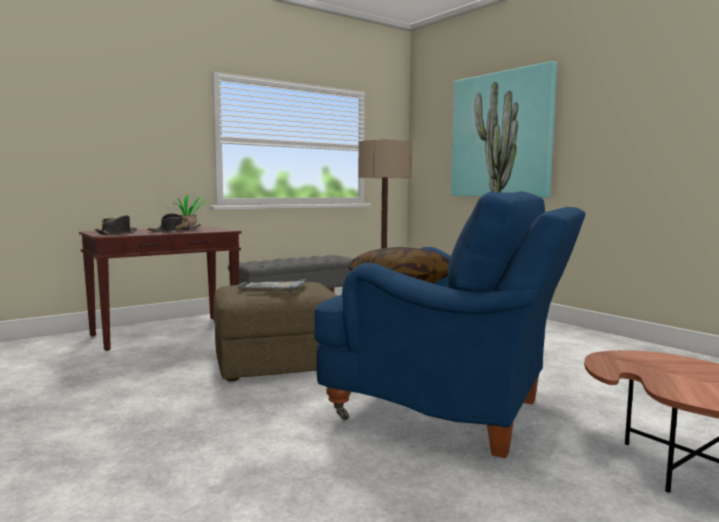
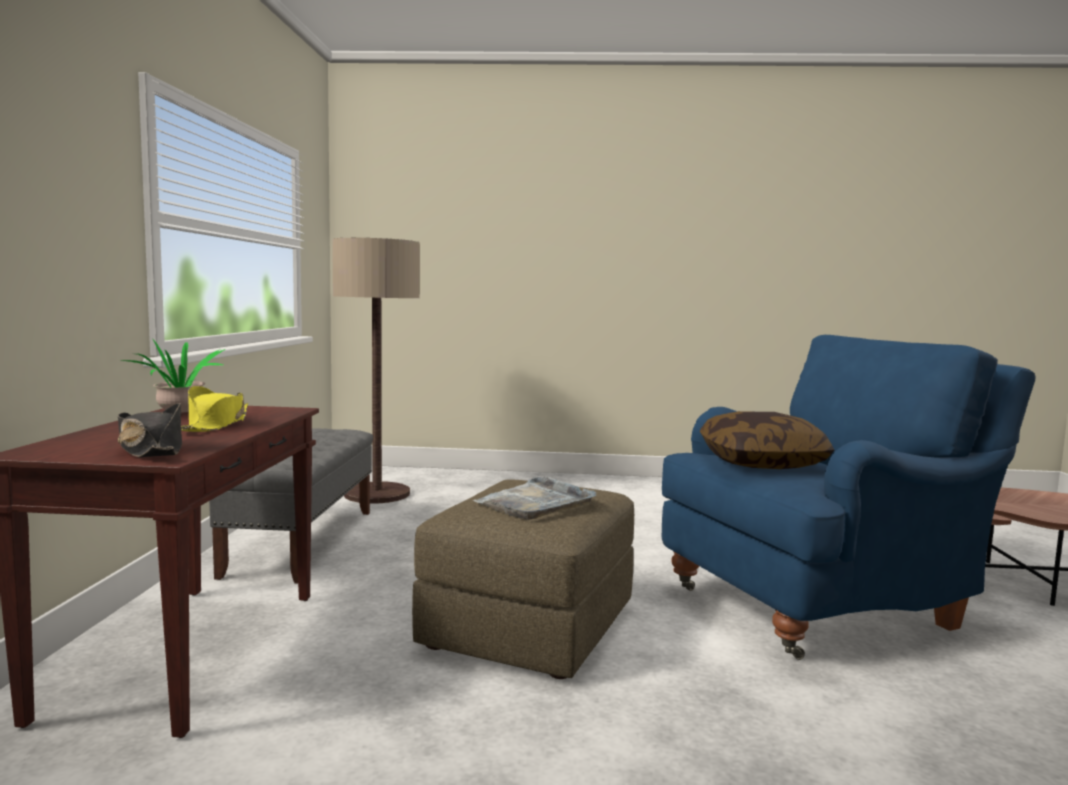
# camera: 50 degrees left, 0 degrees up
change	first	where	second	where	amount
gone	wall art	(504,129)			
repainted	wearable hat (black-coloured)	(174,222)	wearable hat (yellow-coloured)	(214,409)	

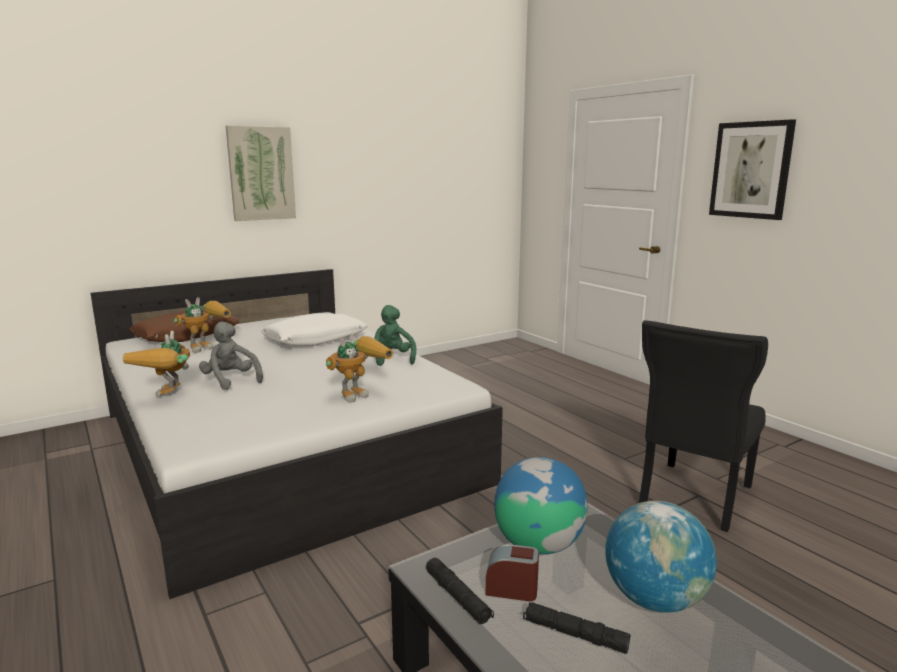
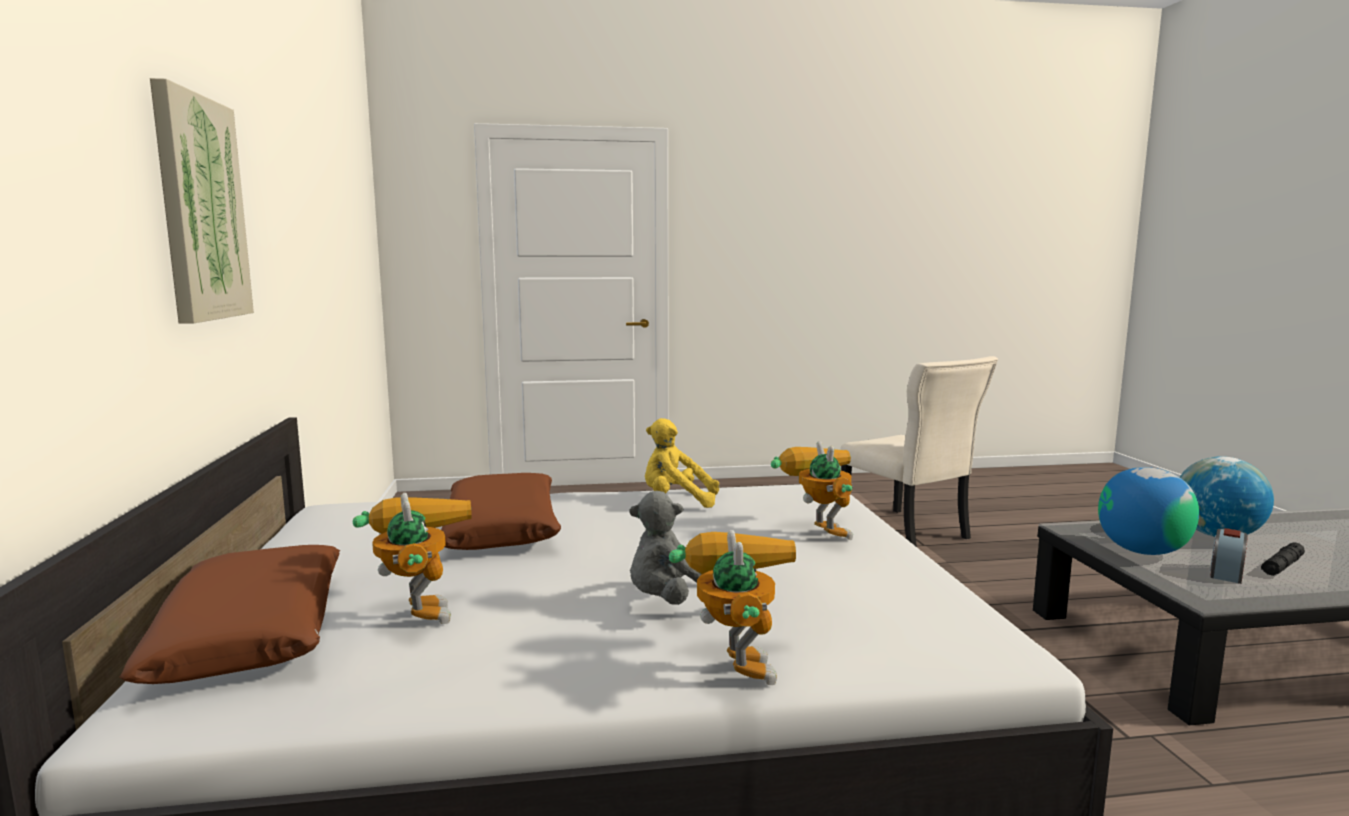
# camera: 65 degrees left, 5 degrees down
change	first	where	second	where	amount
gone	wall art	(752,169)			
repainted	cuddly toy (green)	(395,335)	cuddly toy (yellow-coloured)	(682,463)	
repainted	throw pillow (white)	(314,330)	throw pillow (brown-coloured)	(501,511)	
repainted	plain chair (black-coloured)	(703,426)	plain chair (beige)	(919,451)	
rotated	robot figure	(156,363)		(732,607)	120 degrees counterclockwise
gone	hand torch (black-coloured)	(460,591)			

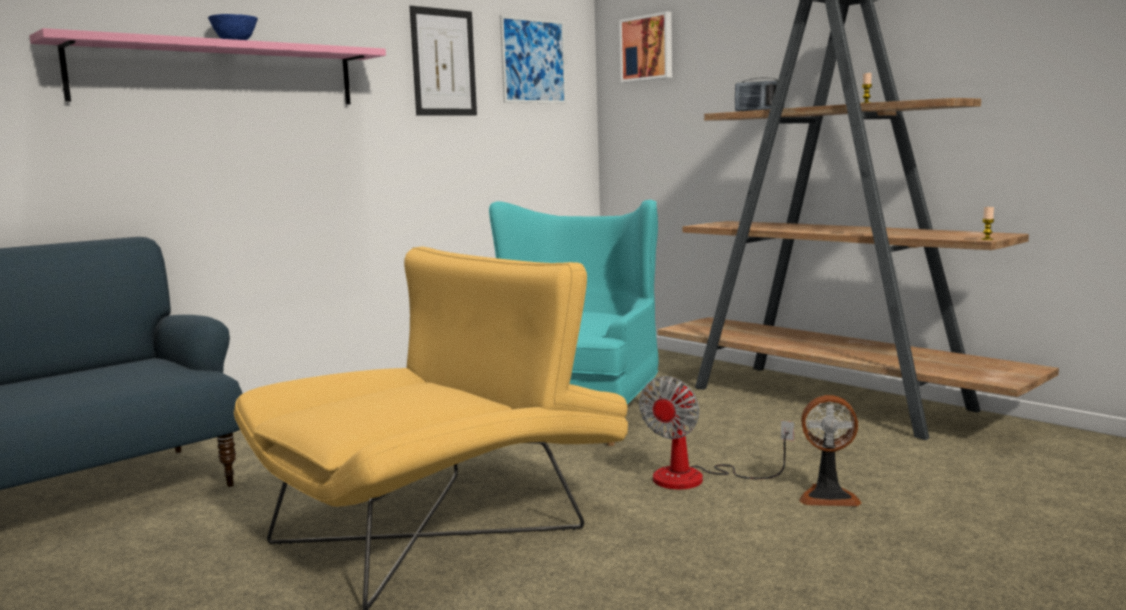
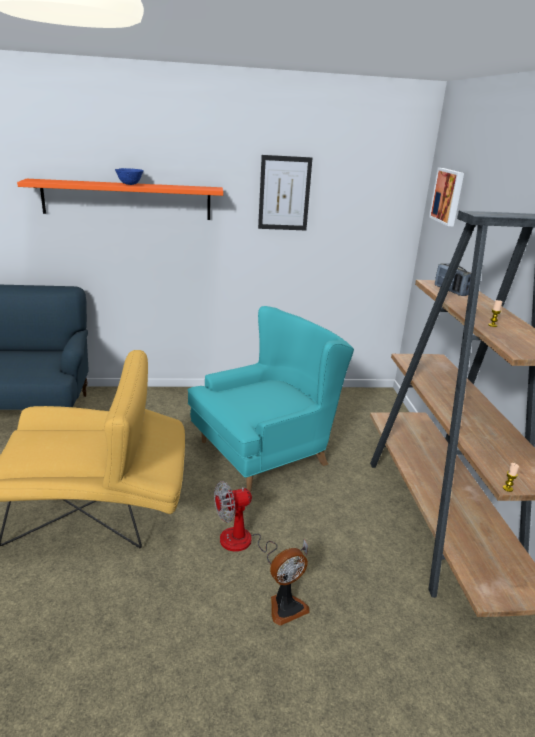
# camera: 35 degrees right, 15 degrees up
change	first	where	second	where	amount
gone	wall art	(533,59)			
repainted	wall shelf (pink-coloured)	(207,66)	wall shelf (orangey)	(120,199)	
rotated	cooling fan	(830,450)		(290,587)	75 degrees counterclockwise

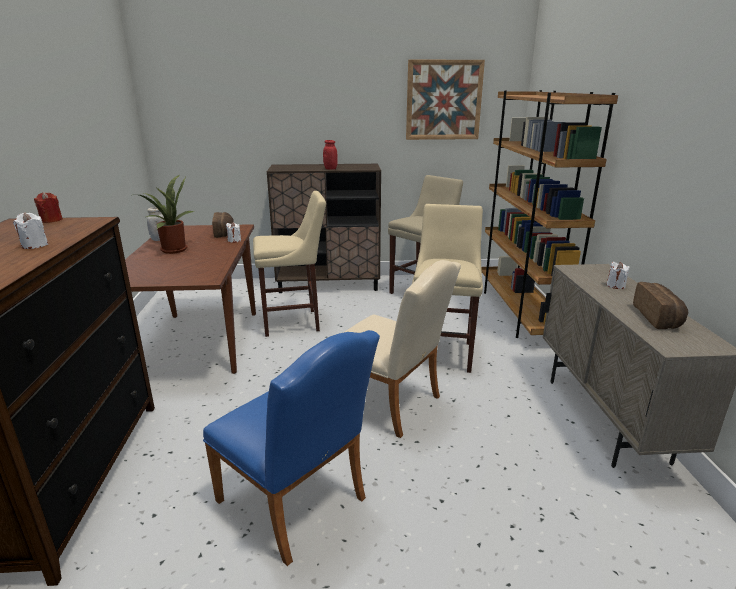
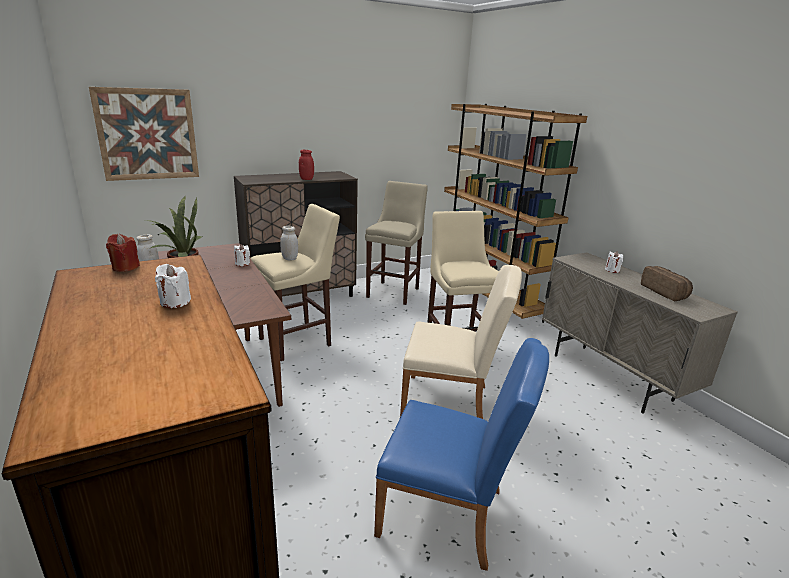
# camera: 25 degrees left, 0 degrees up
change	first	where	second	where	amount
shifted	wall art	(445,100)		(144,134)	
gone	bread	(223,225)			
new			jar (white)	(289,243)	

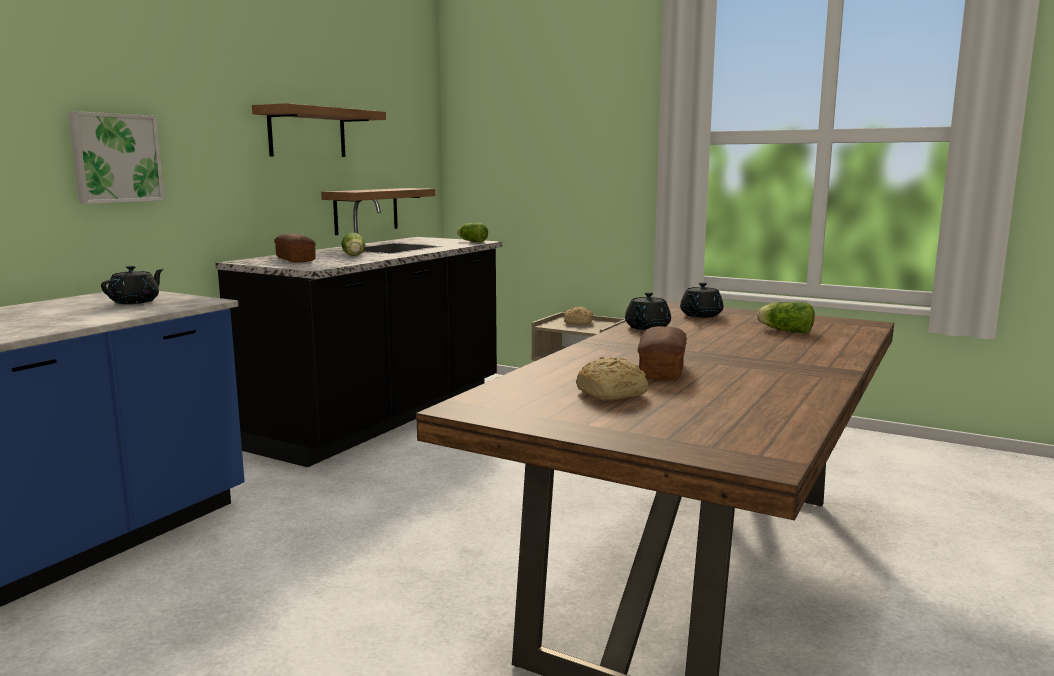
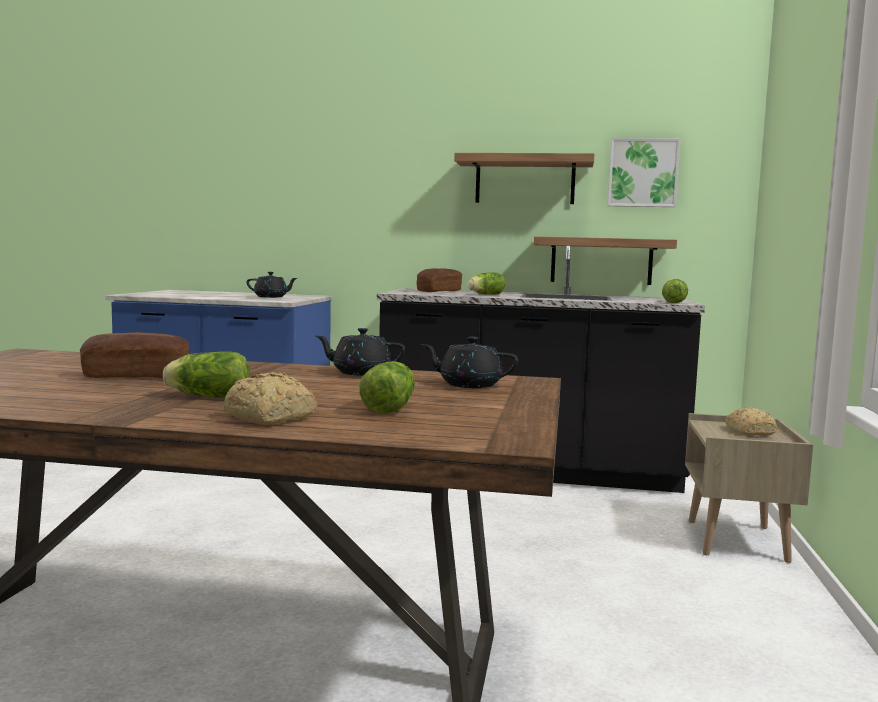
# camera: 70 degrees right, 5 degrees down
change	first	where	second	where	amount
shifted	wall art	(116,157)		(644,172)	
shifted	bread	(612,379)		(270,398)	
new			lettuce	(206,374)	

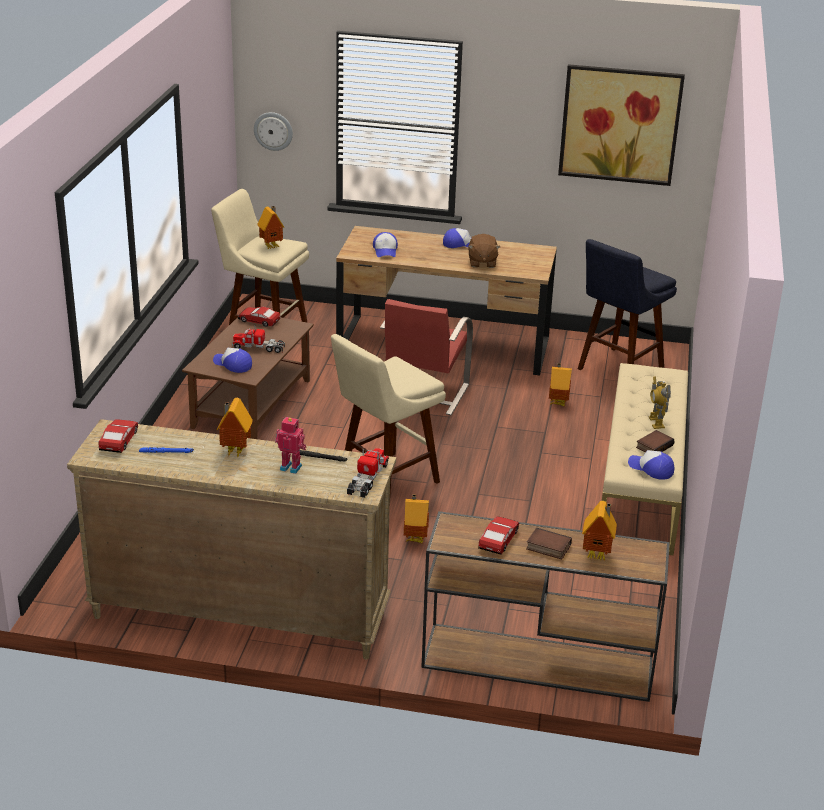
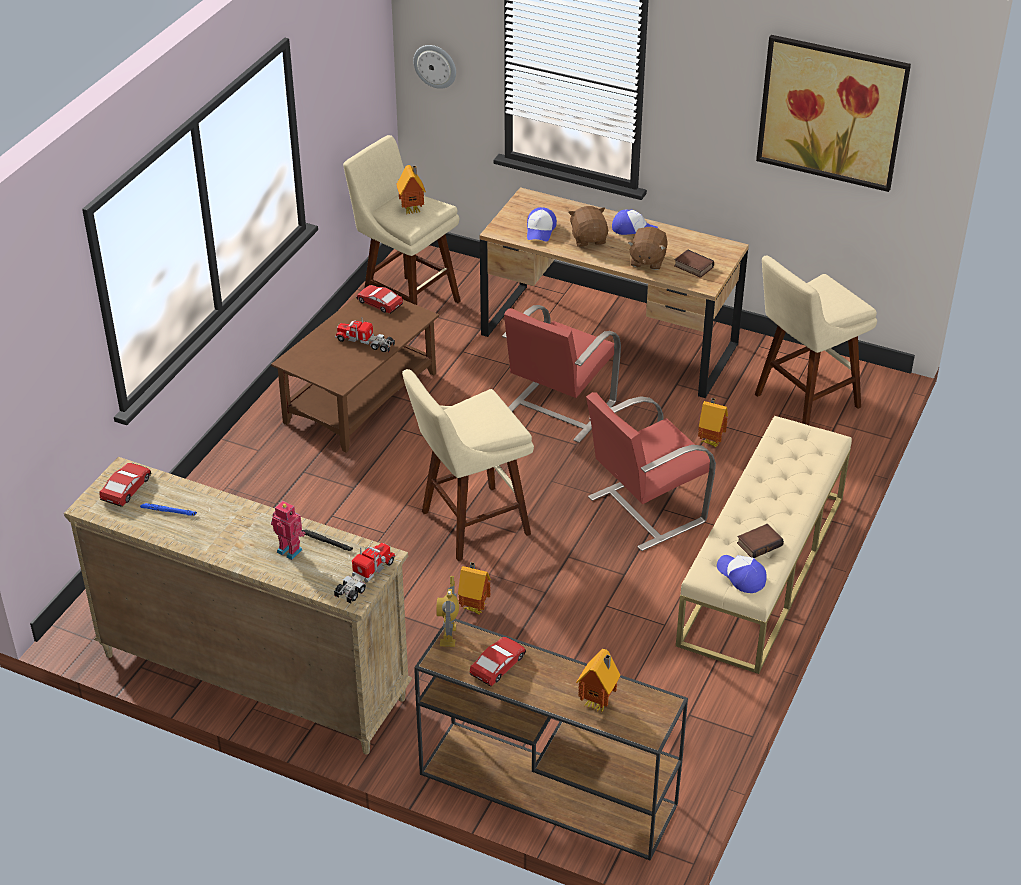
# camera: 15 degrees right, 10 degrees up
change	first	where	second	where	amount
repainted	sitting stool (blue-coloured)	(627,304)	sitting stool (beige)	(816,340)	
gone	peaked cap	(232,360)			
shifted	robot figure	(660,402)		(447,611)	
gone	miniature house	(235,427)			
shifted	volume	(549,543)		(694,263)	
new			cuddly toy (brown-coloured)	(588,226)	
new			plain chair (red-coloured)	(651,471)	

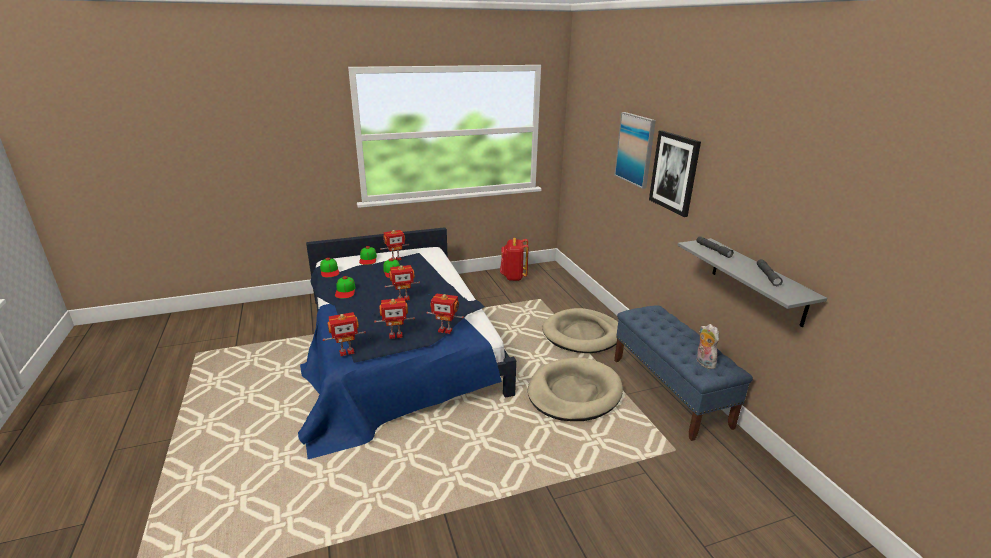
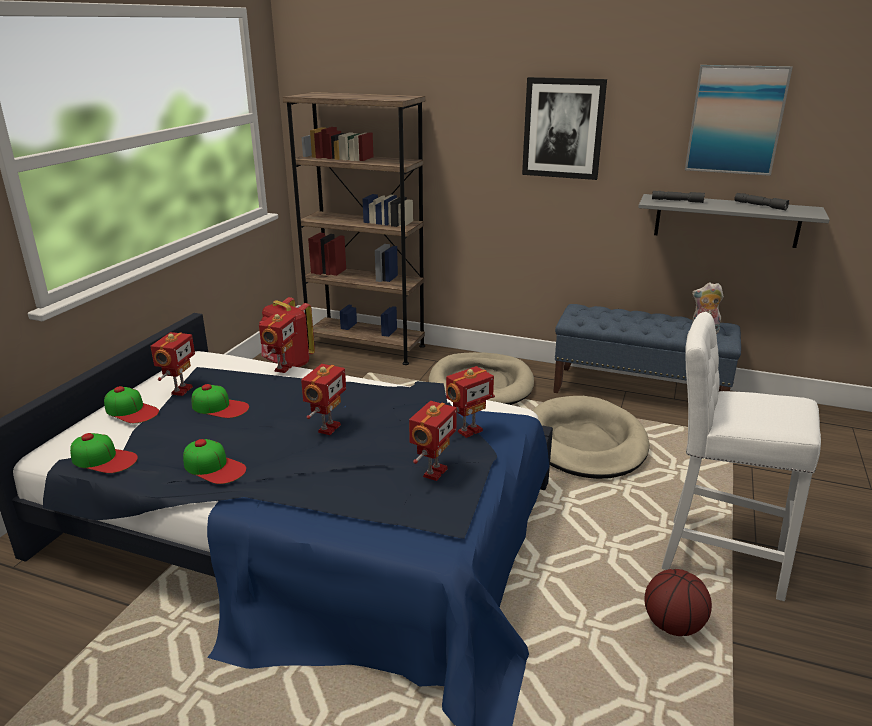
# camera: 50 degrees left, 0 degrees up
change	first	where	second	where	amount
shifted	wall art	(635,150)		(739,120)	
shifted	robot figure	(344,334)		(278,343)	
new			shelving unit (brown-coloured)	(354,228)	
new			sitting stool (white)	(741,456)	
new			basketball ball	(678,602)	

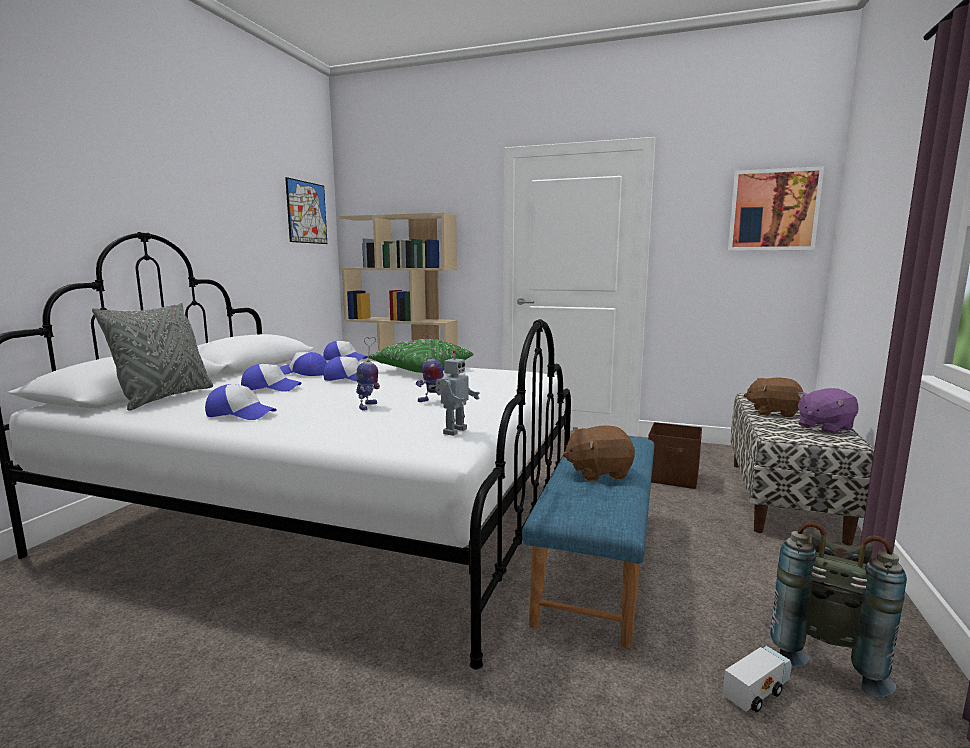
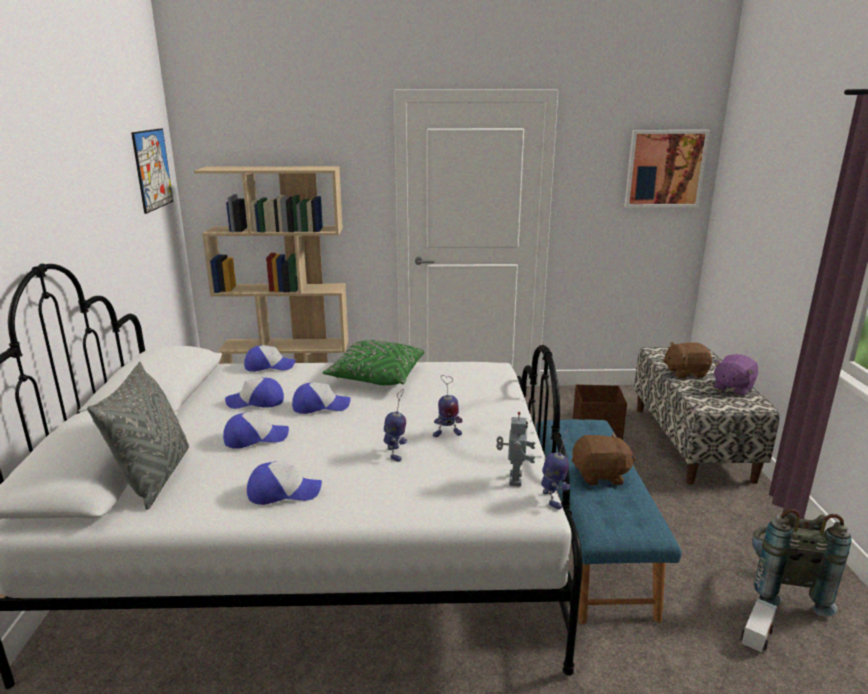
# camera: 20 degrees left, 10 degrees up
change	first	where	second	where	amount
rotated	cuddly toy (brown-coloured)	(599,453)		(604,459)	150 degrees counterclockwise
new			robot figure	(555,469)	

